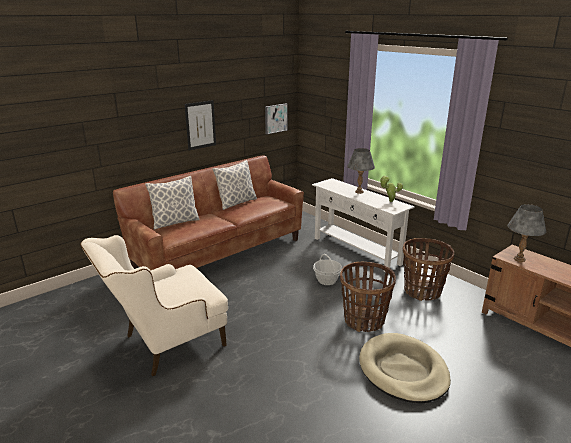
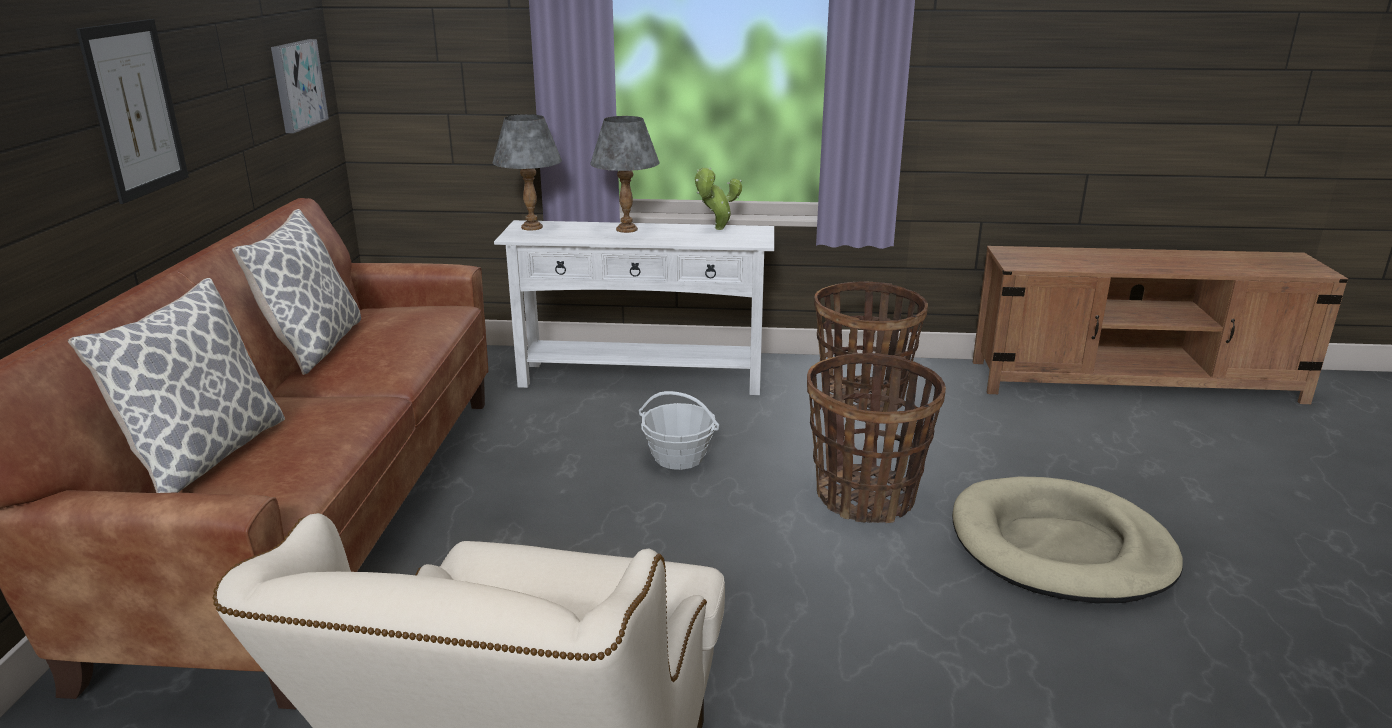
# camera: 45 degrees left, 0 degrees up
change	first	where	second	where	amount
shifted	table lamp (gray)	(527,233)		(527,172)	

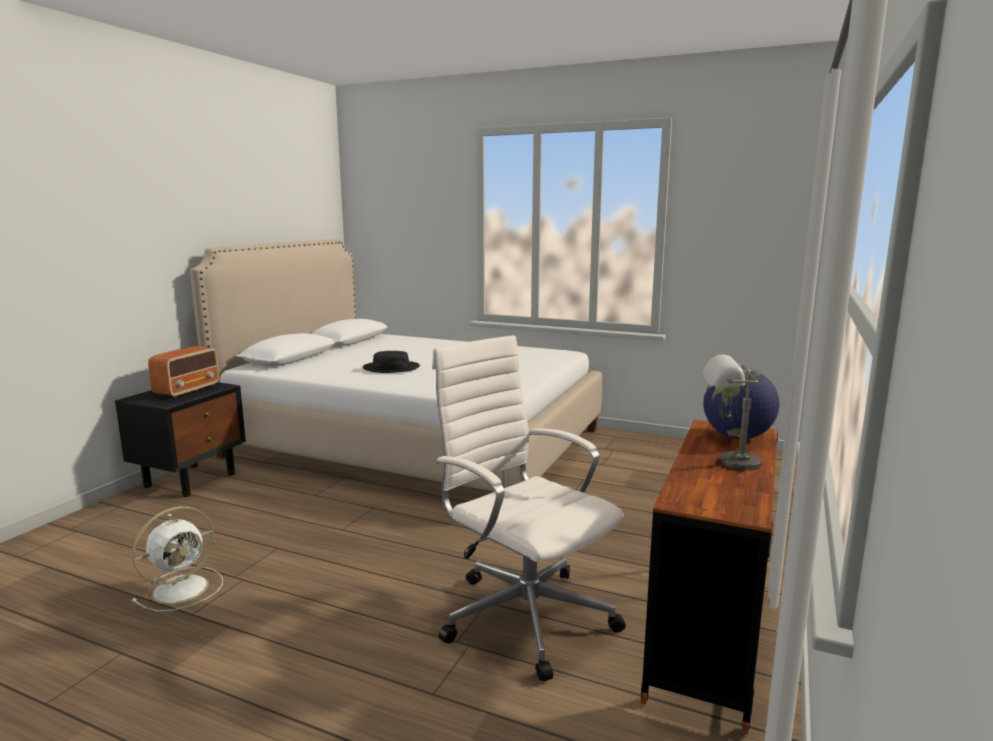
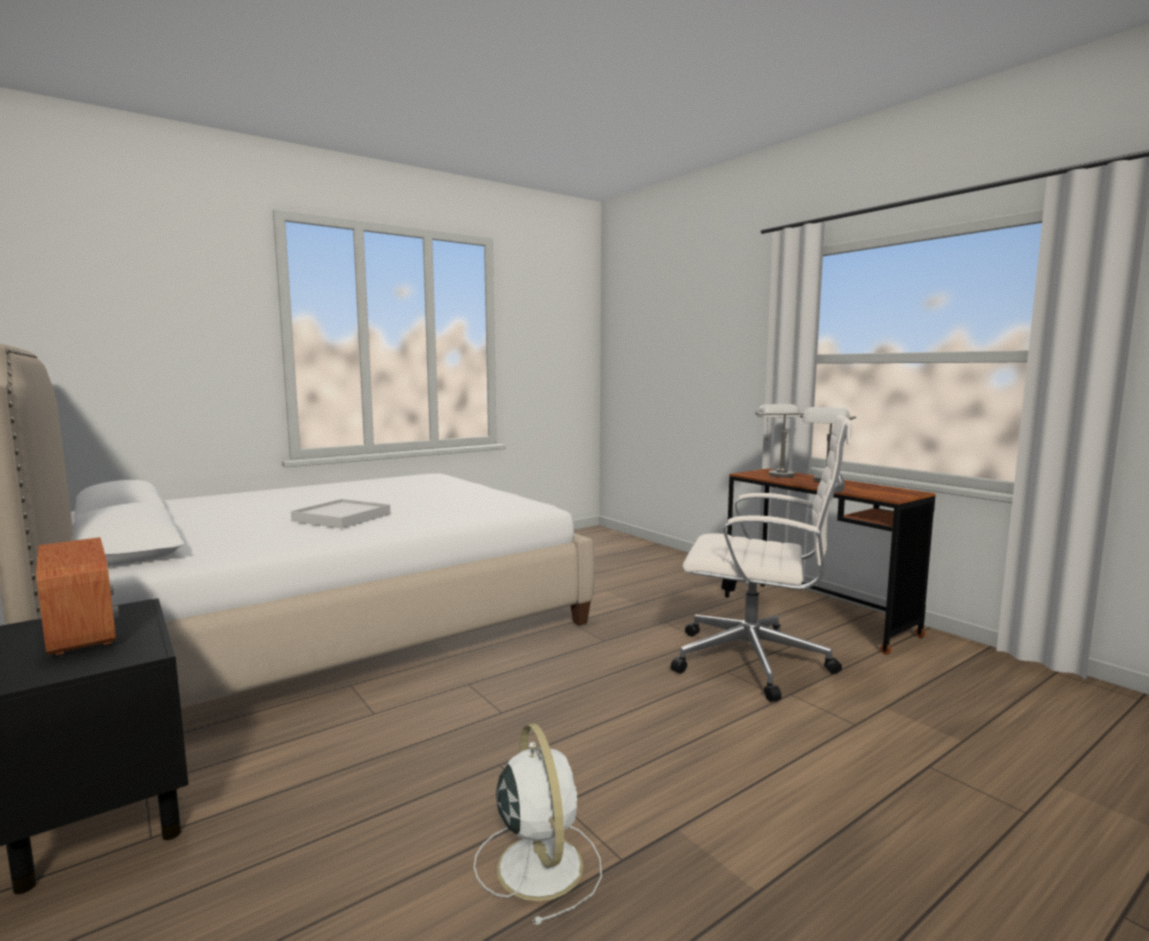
# camera: 60 degrees left, 5 degrees down
change	first	where	second	where	amount
rotated	computer chair (white)	(529,508)		(761,558)	150 degrees counterclockwise
swapped	wearable hat (black-coloured)	(391,362)	serving tray (white)	(341,513)	
swapped	desk globe	(741,403)	table lamp (gray)	(779,441)	

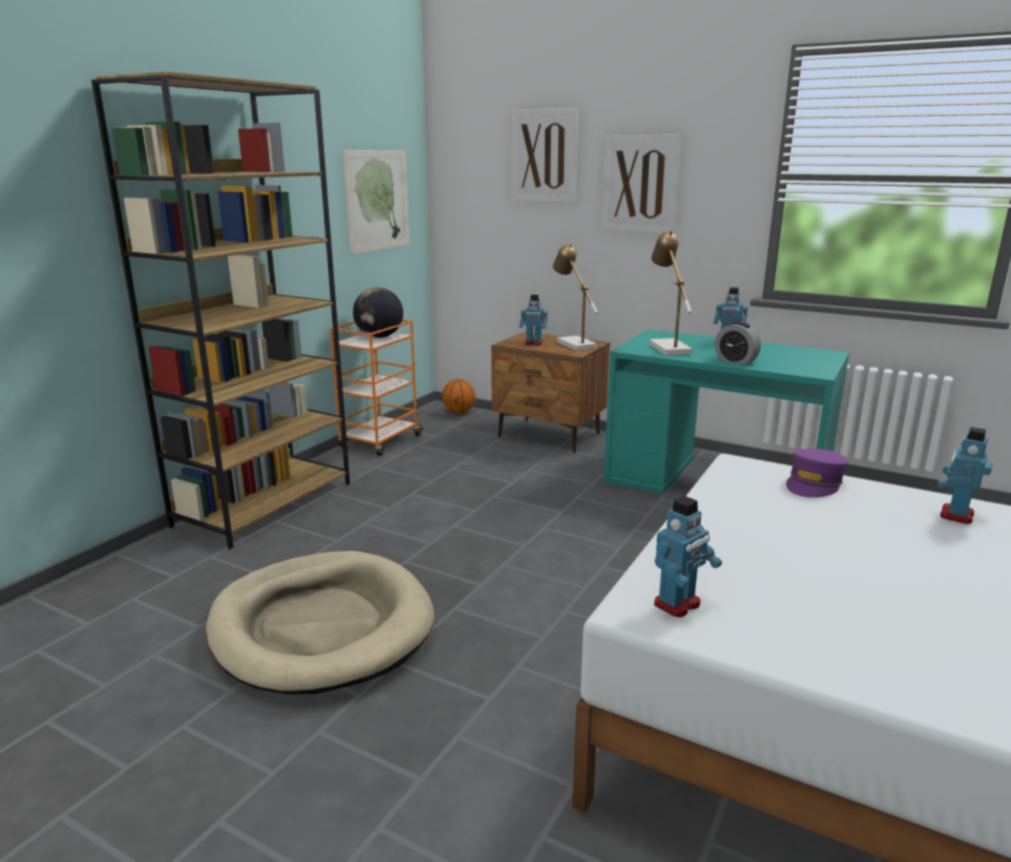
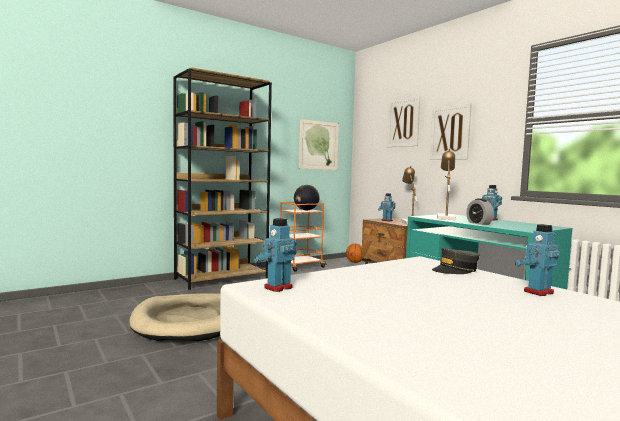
# camera: 25 degrees right, 15 degrees down
change	first	where	second	where	amount
repainted	peaked cap (purple-coloured)	(816,473)	peaked cap (gray)	(456,261)	
rotated	robot figure	(688,556)		(275,255)	150 degrees clockwise

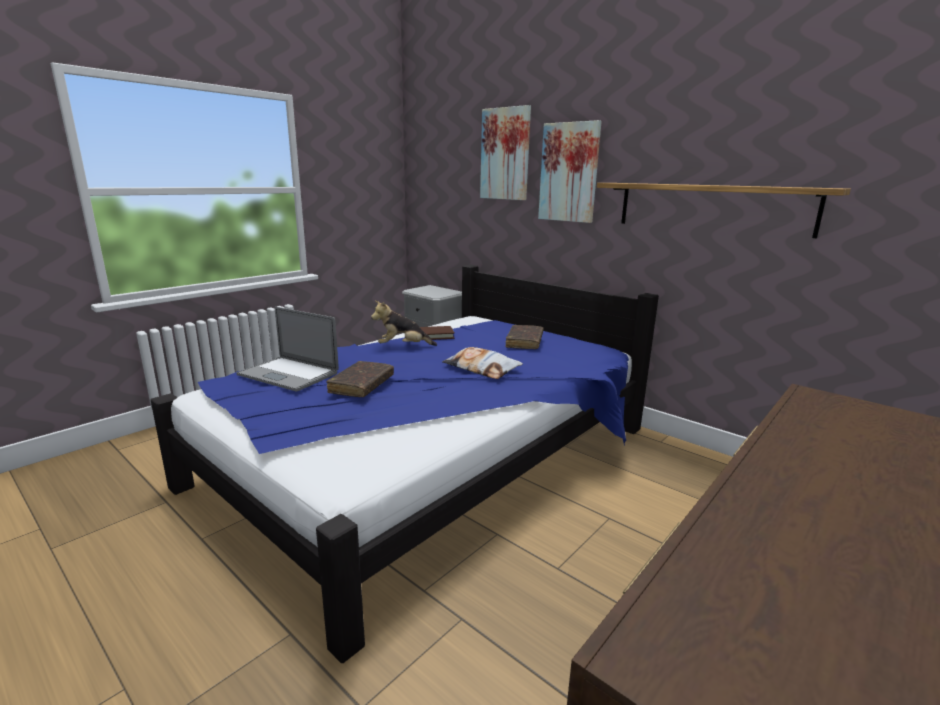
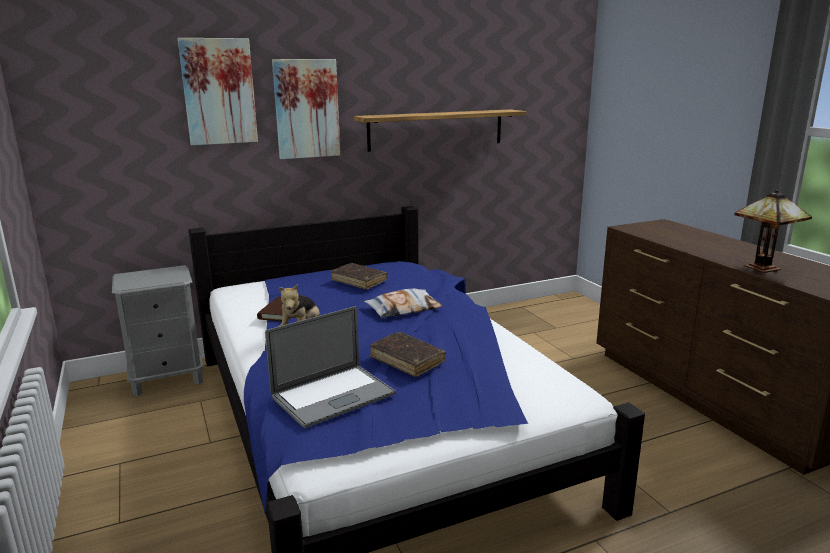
# camera: 65 degrees left, 0 degrees up
change	first	where	second	where	amount
new			table lamp	(773,231)	

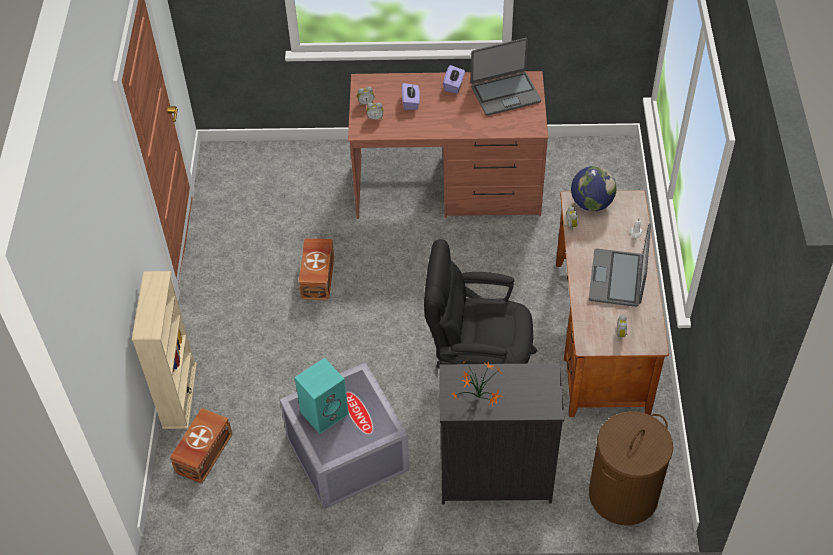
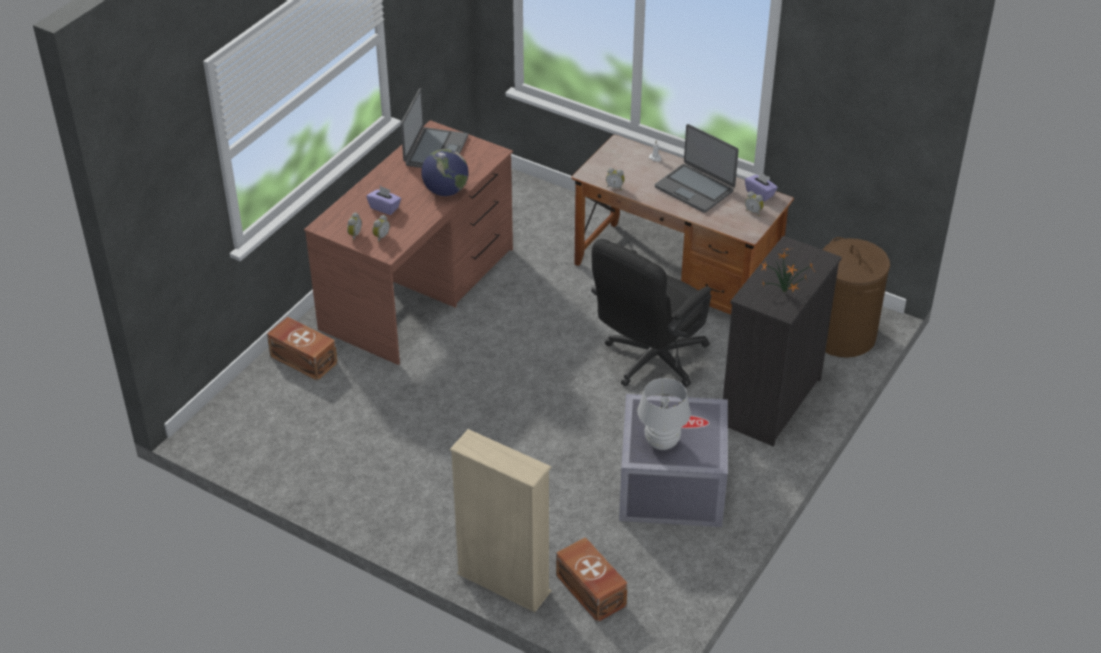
# camera: 60 degrees left, 10 degrees down
change	first	where	second	where	amount
shifted	tissue holder (purple-coloured)	(454,79)		(761,187)	
shifted	desk globe	(593,188)		(445,172)	
shifted	storage box (brown-coloured)	(316,269)		(302,349)	
swapped	audio speaker (turquoise)	(321,396)	table lamp (white)	(664,414)	

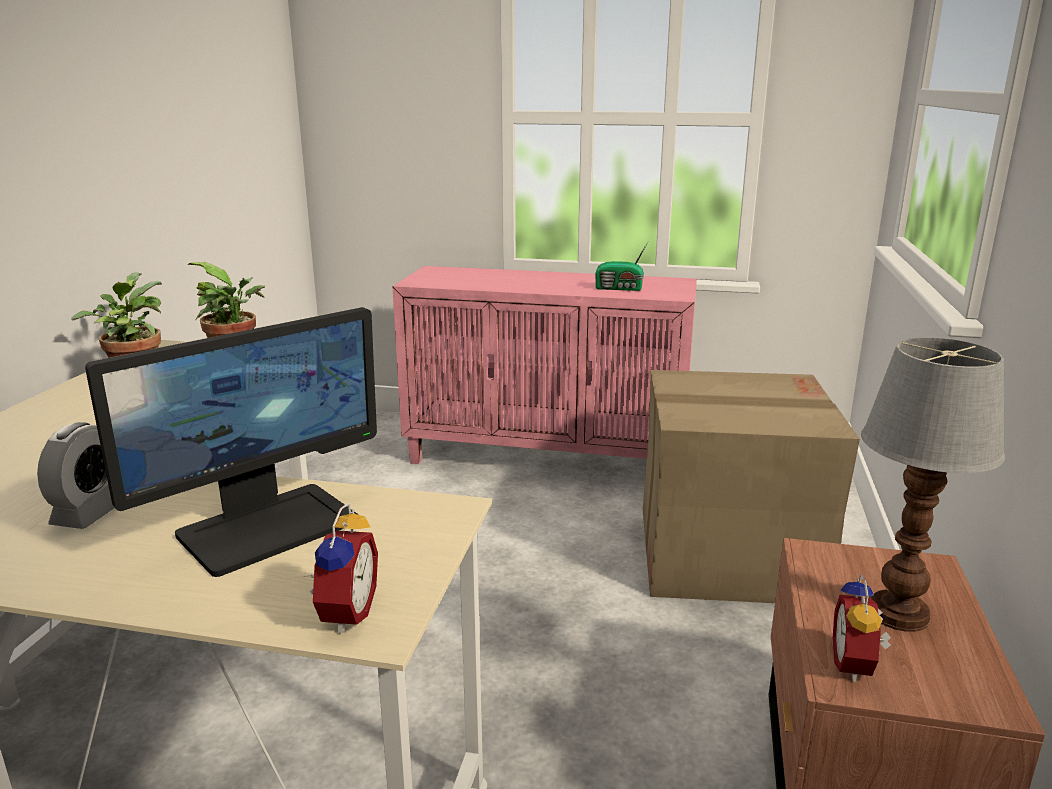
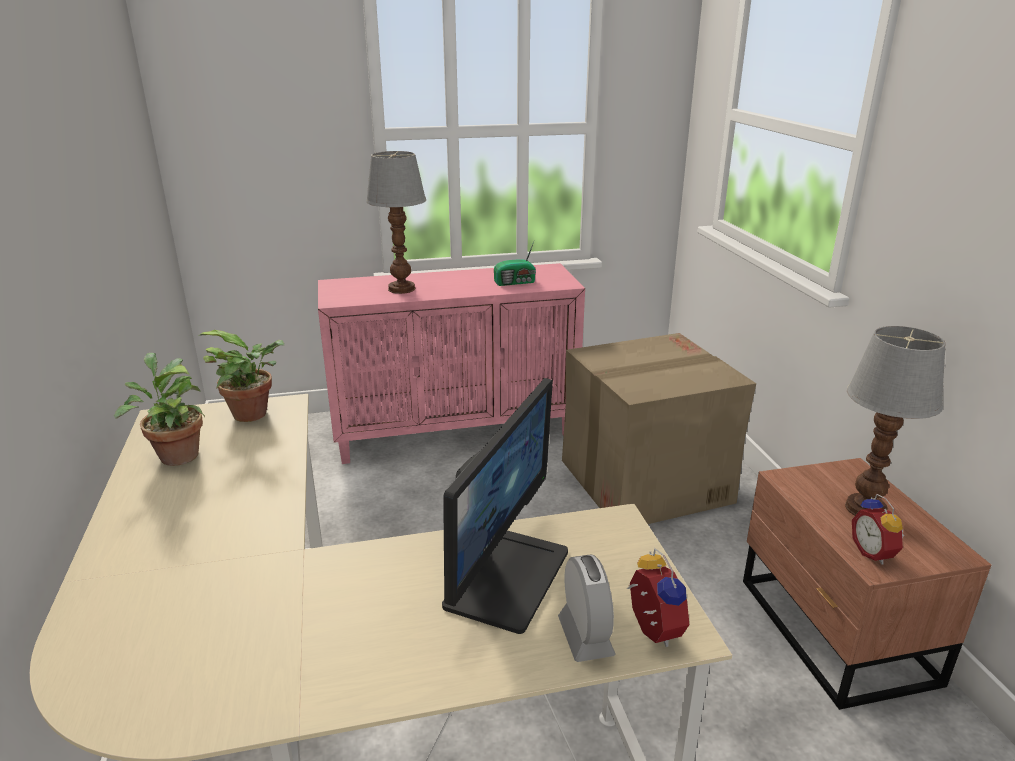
# camera: 25 degrees left, 5 degrees up
change	first	where	second	where	amount
shifted	alarm clock	(76,475)		(587,608)	
new			table lamp	(396,222)	

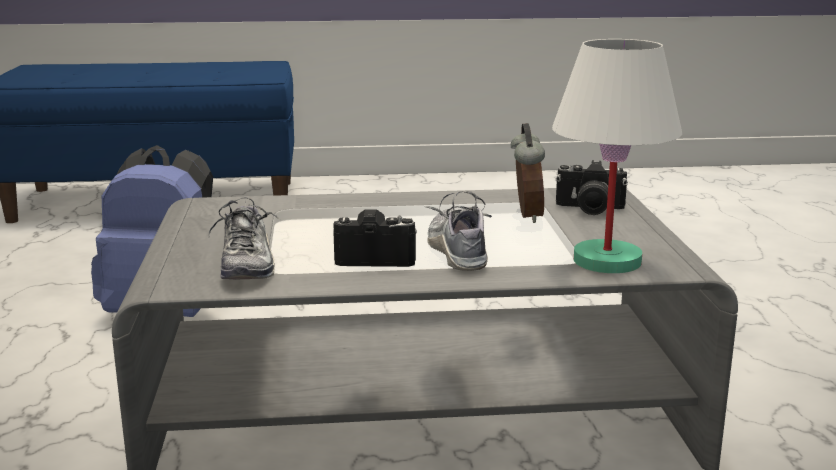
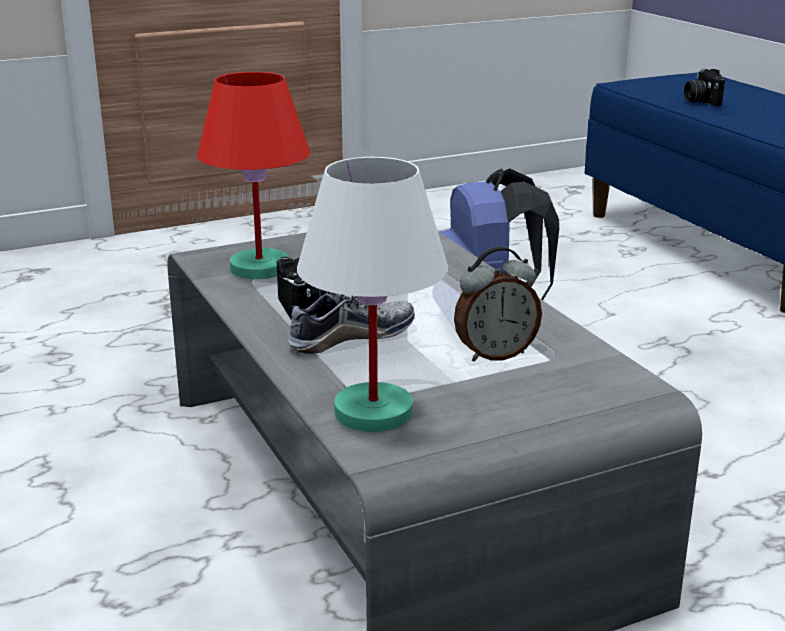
# camera: 70 degrees right, 5 degrees up
change	first	where	second	where	amount
shifted	photo camera	(592,187)		(704,87)	
swapped	shoe	(244,238)	table lamp (red-coloured)	(253,175)	

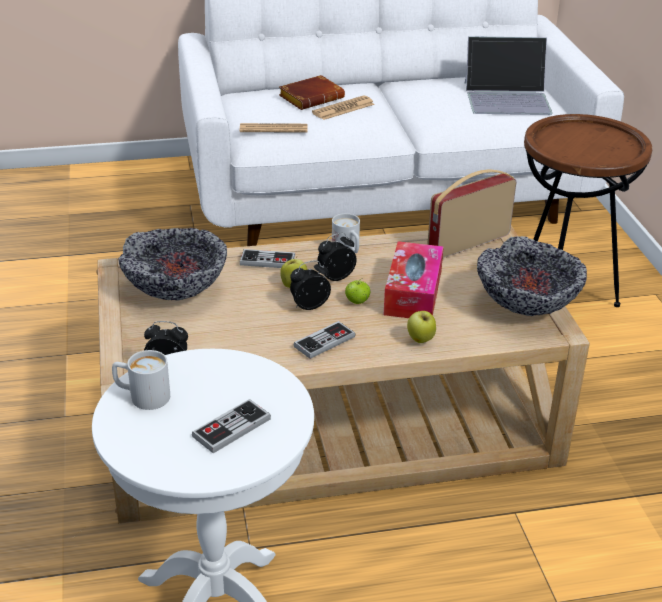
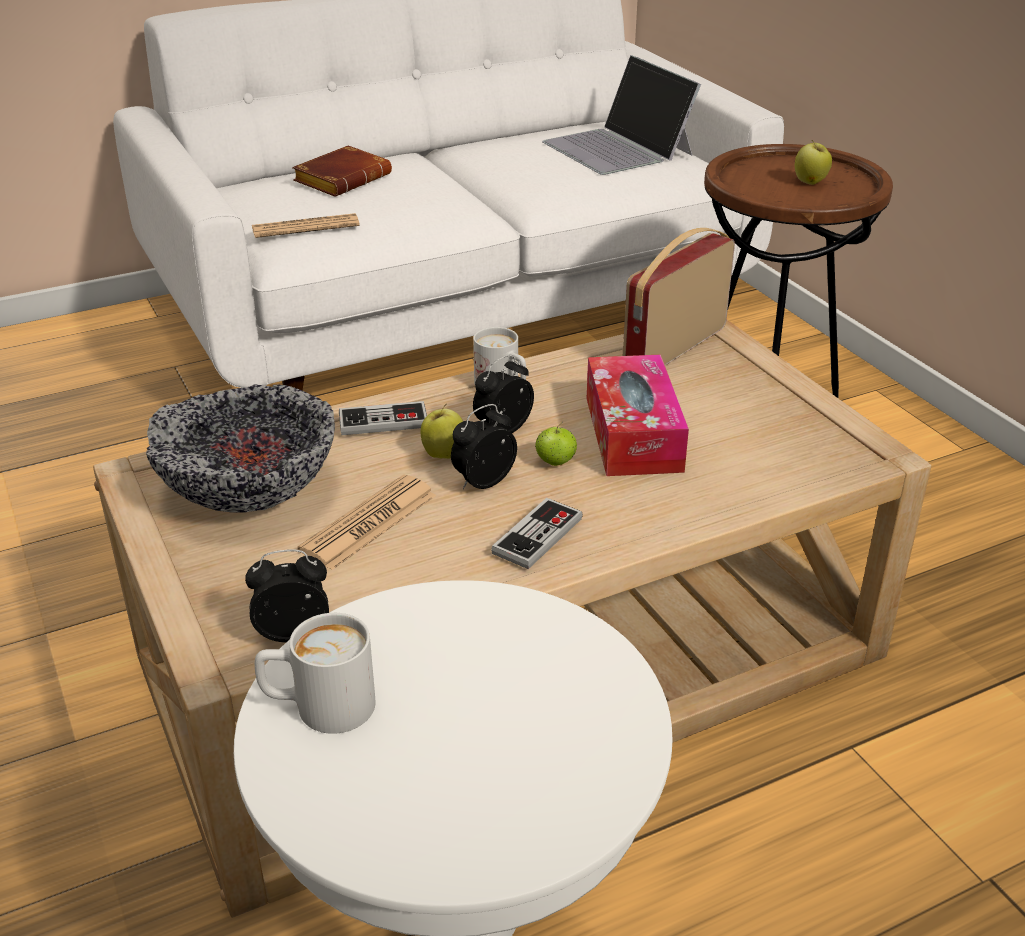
# camera: 15 degrees left, 0 degrees up
change	first	where	second	where	amount
rotated	portable computer	(509,75)		(621,115)	75 degrees clockwise
shifted	newspaper	(343,108)		(367,522)	
gone	deep dish	(532,276)			
shifted	whole apple	(421,326)		(813,162)	
gone	game controller	(231,426)			

